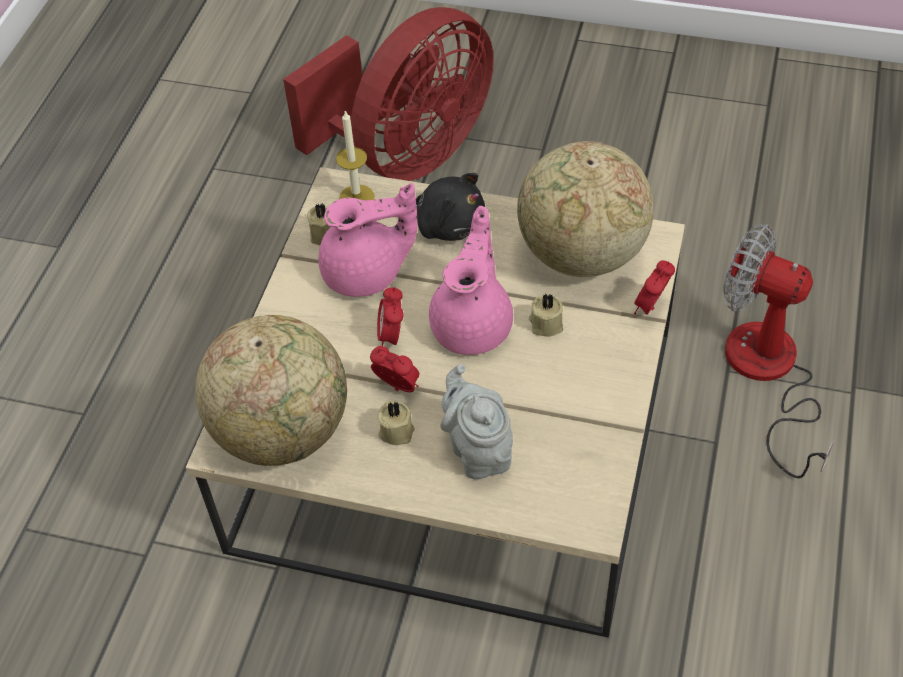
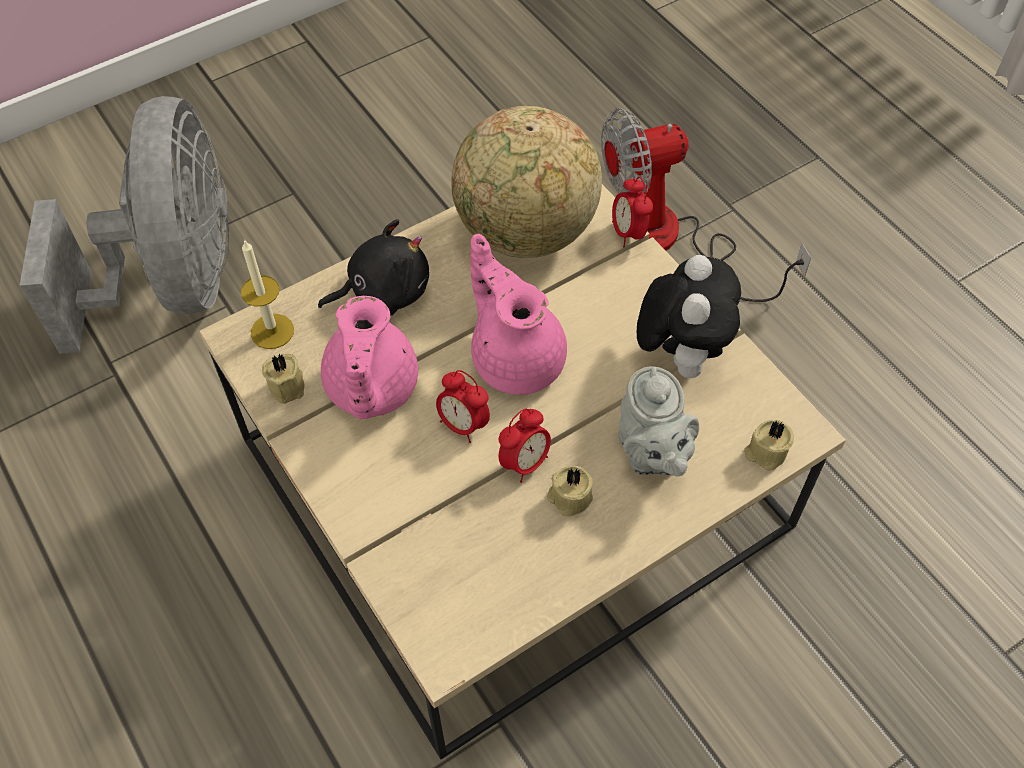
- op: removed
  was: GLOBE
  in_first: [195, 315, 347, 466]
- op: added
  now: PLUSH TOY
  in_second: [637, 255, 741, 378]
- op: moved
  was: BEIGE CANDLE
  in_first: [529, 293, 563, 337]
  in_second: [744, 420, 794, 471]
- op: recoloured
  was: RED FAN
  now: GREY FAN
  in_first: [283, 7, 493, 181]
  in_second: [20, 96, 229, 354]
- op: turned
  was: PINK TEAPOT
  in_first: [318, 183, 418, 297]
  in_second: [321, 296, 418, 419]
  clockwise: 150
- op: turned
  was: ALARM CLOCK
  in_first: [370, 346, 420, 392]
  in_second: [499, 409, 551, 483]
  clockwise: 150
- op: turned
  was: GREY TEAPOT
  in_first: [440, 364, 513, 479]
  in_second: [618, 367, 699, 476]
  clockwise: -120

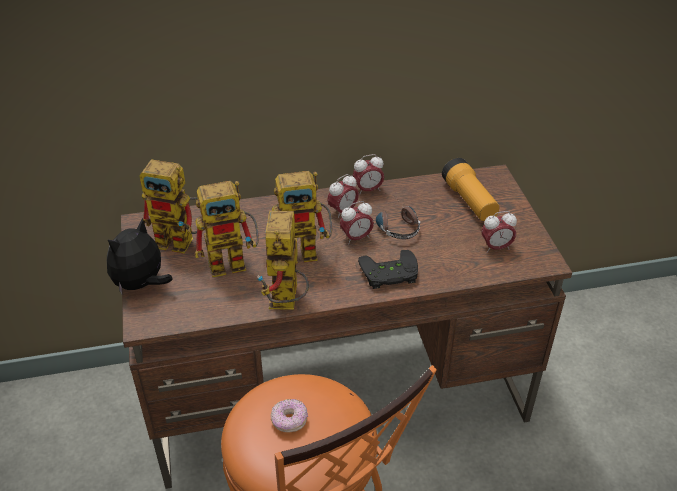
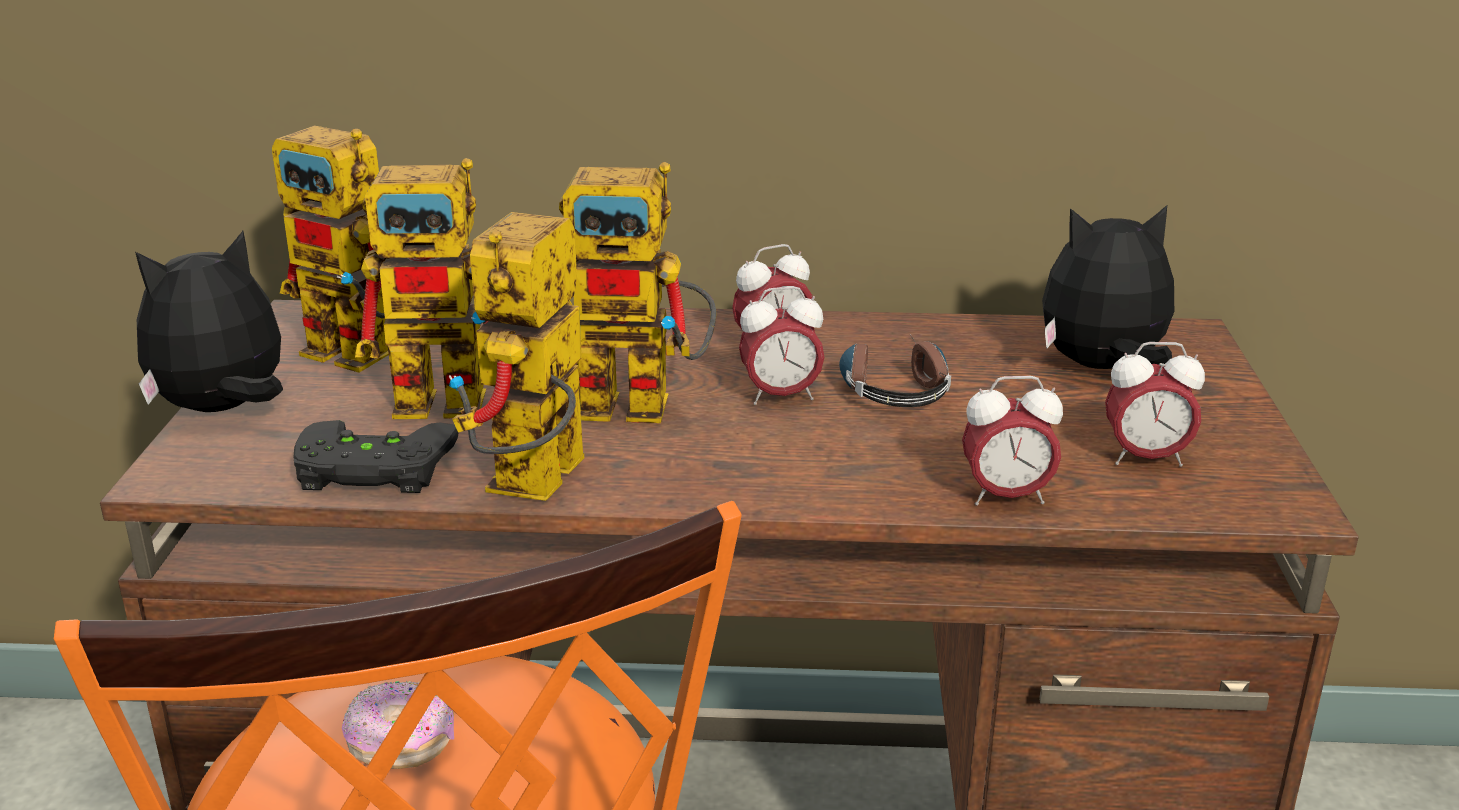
- op: moved
  was: ALARM CLOCK
  in_first: [353, 154, 384, 195]
  in_second: [962, 376, 1063, 506]
- op: moved
  was: BLACK GAME CONTROLLER
  in_first: [358, 250, 418, 289]
  in_second: [293, 420, 458, 493]
- op: replaced
  was: FLASHLIGHT
  now: PLUSH TOY
  in_first: [442, 158, 499, 221]
  in_second: [1042, 205, 1174, 369]

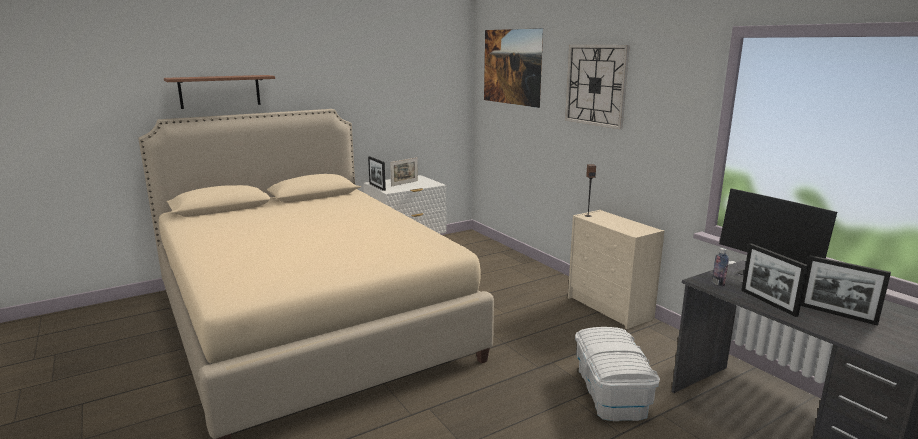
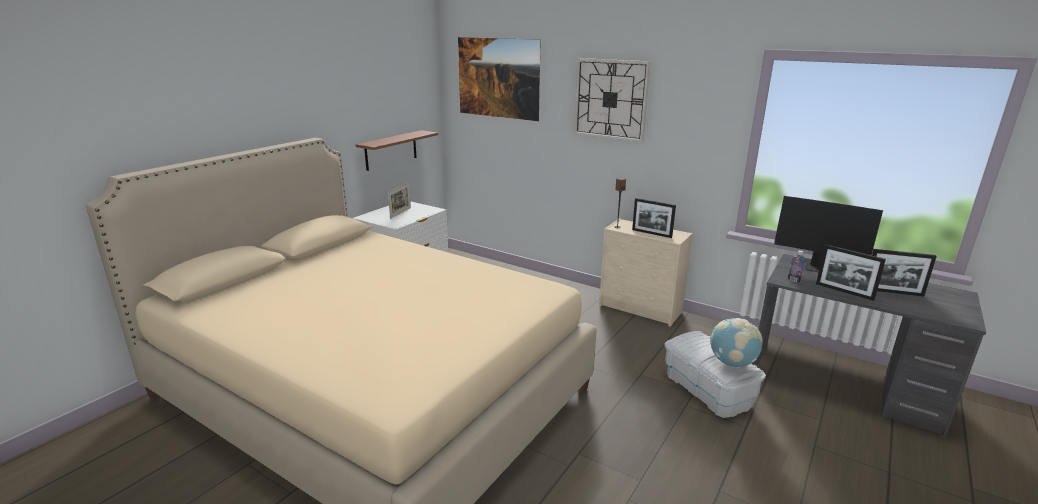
- op: added
  now: GLOBE
  in_second: [710, 318, 763, 368]
- op: moved
  was: BROWN SHELF
  in_first: [164, 75, 275, 109]
  in_second: [356, 130, 438, 171]
- op: moved
  was: PICTURE FRAME
  in_first: [368, 156, 386, 191]
  in_second: [632, 198, 676, 238]

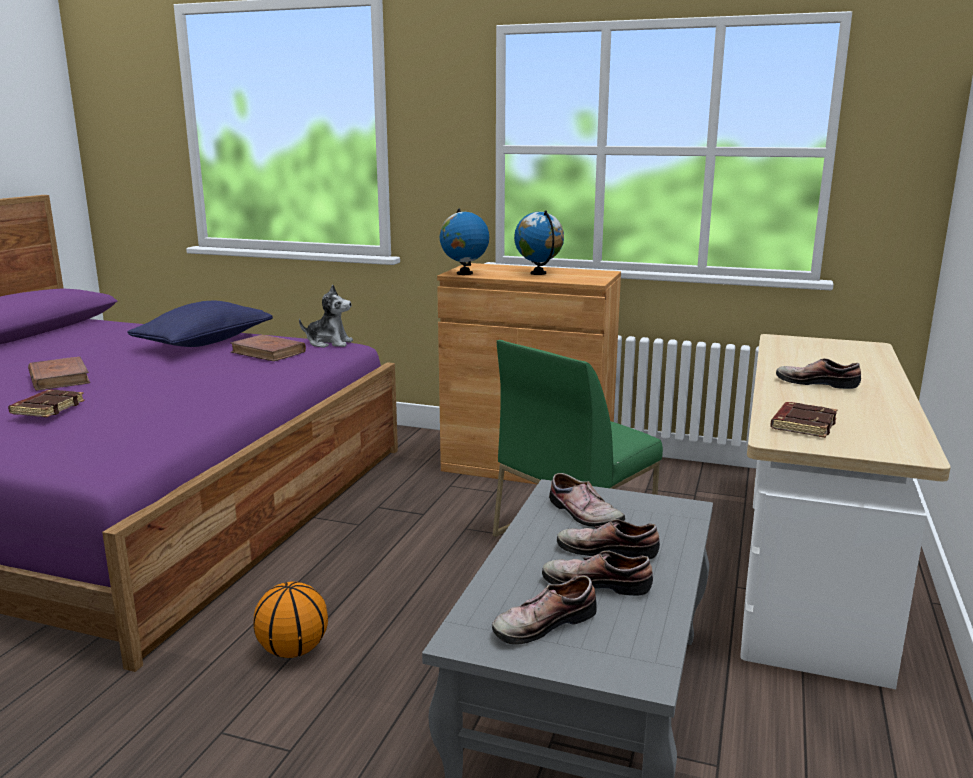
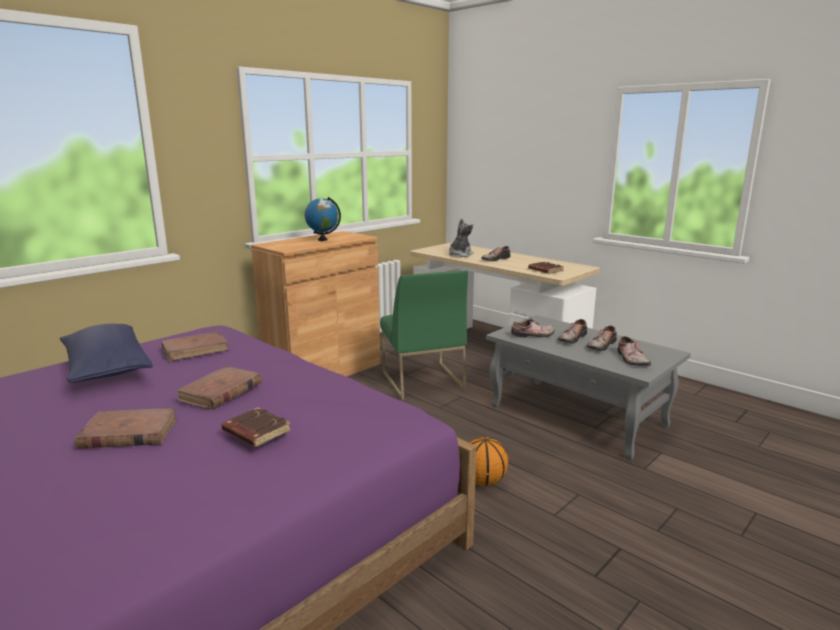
- op: removed
  was: GLOBE
  in_first: [440, 209, 489, 275]
- op: added
  now: BROWN BOOK
  in_second: [175, 366, 262, 410]
- op: moved
  was: PLUSH TOY
  in_first: [299, 285, 353, 348]
  in_second: [449, 218, 474, 257]

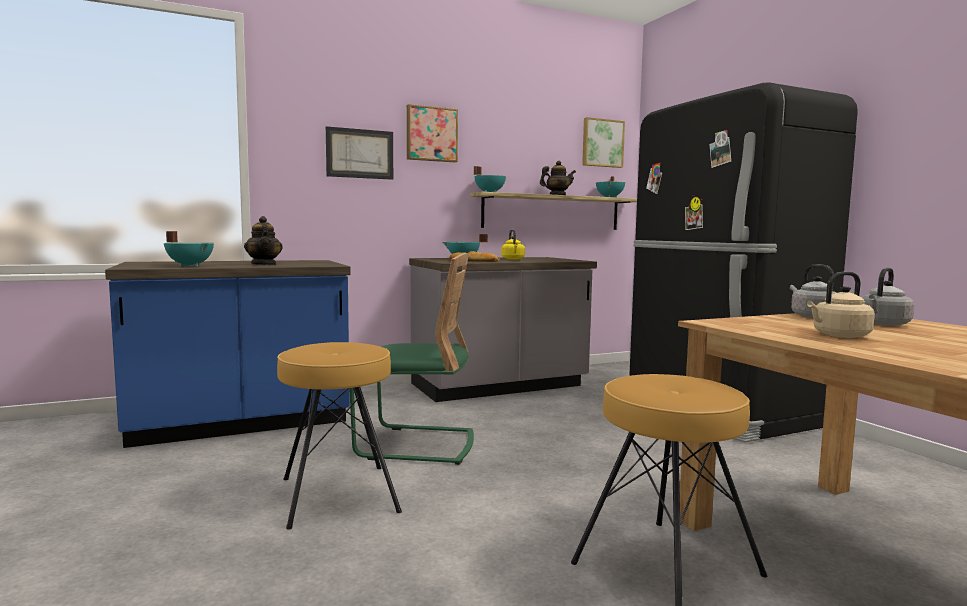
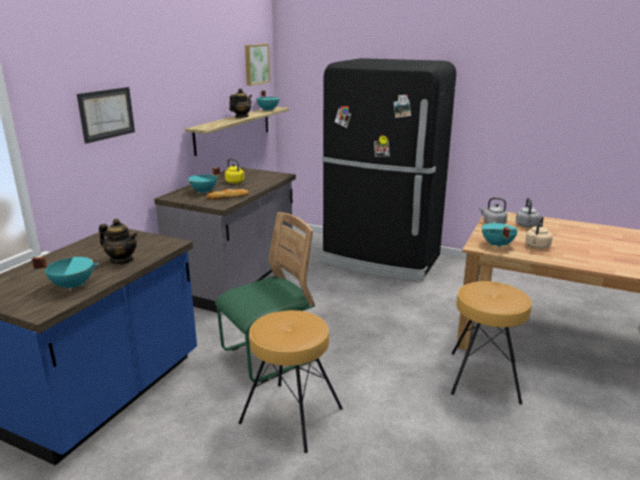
- op: removed
  was: PICTURE
  in_first: [407, 104, 458, 162]
- op: moved
  was: TURQUOISE COOKING POT
  in_first: [474, 166, 506, 192]
  in_second: [482, 222, 517, 248]

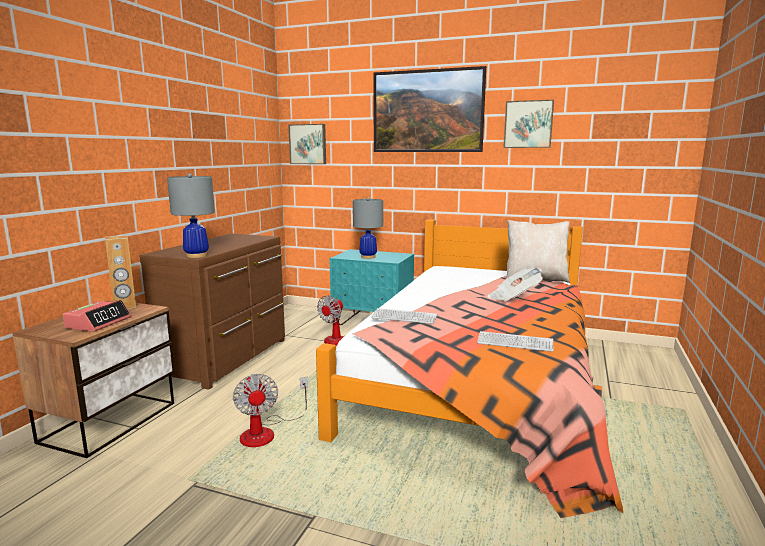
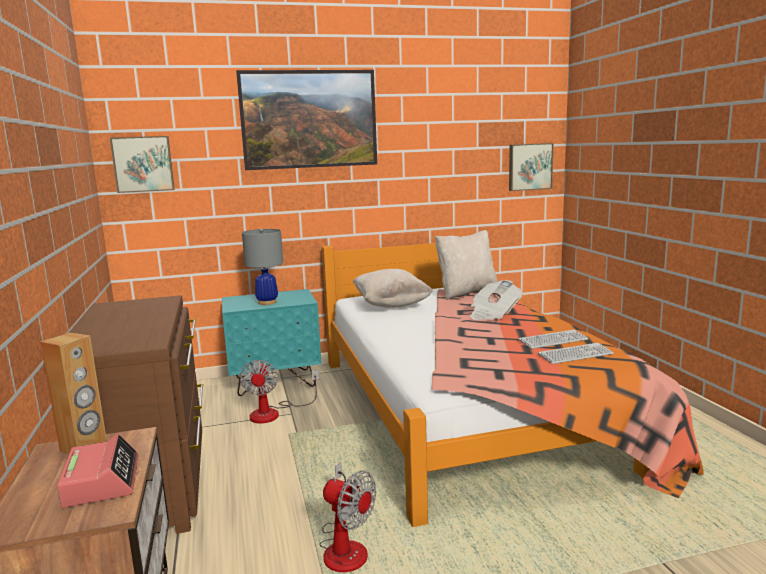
- op: removed
  was: GREY TABLE LAMP
  in_first: [167, 173, 215, 258]
- op: added
  now: BEIGE PILLOW
  in_second: [353, 269, 433, 308]
- op: moved
  was: KEYBOARD
  in_first: [371, 308, 437, 324]
  in_second: [518, 330, 588, 349]
- op: moved
  was: PICTURE
  in_first: [503, 100, 554, 148]
  in_second: [509, 143, 554, 191]

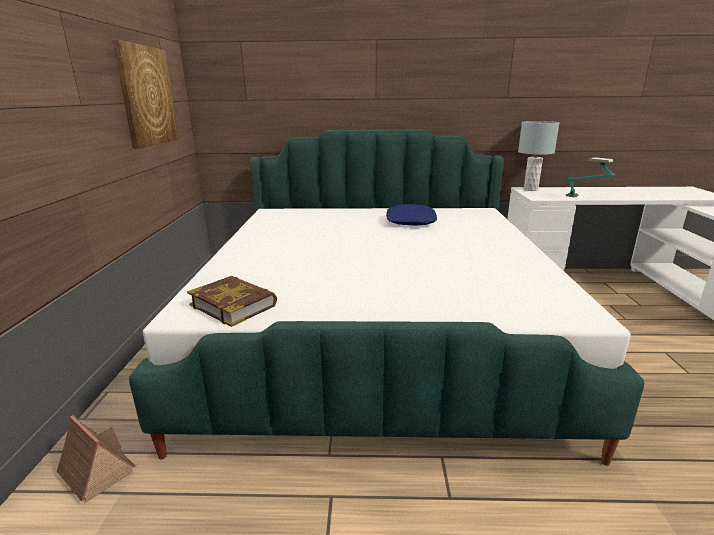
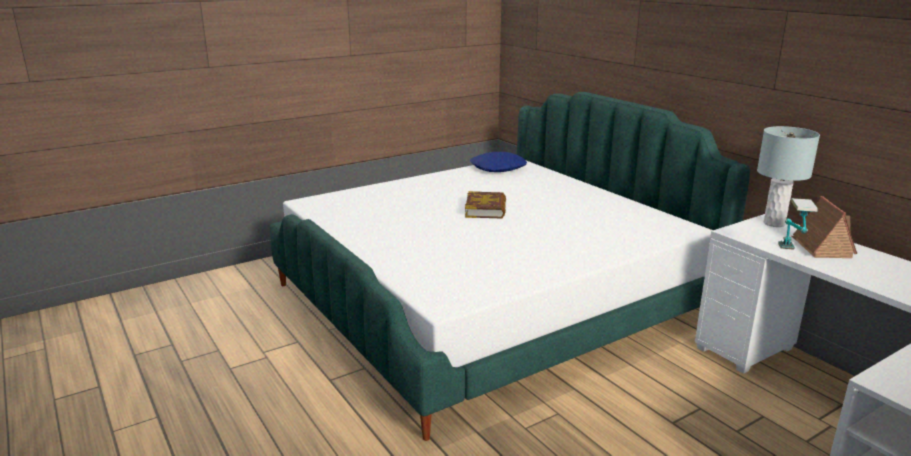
- op: removed
  was: PICTURE
  in_first: [112, 40, 179, 148]
- op: moved
  was: TOY HOUSE
  in_first: [57, 415, 135, 502]
  in_second: [792, 196, 857, 258]
- op: moved
  was: BOOK
  in_first: [187, 276, 277, 327]
  in_second: [465, 191, 506, 219]
- op: moved
  was: BLUE PILLOW
  in_first: [386, 204, 437, 226]
  in_second: [470, 152, 527, 172]

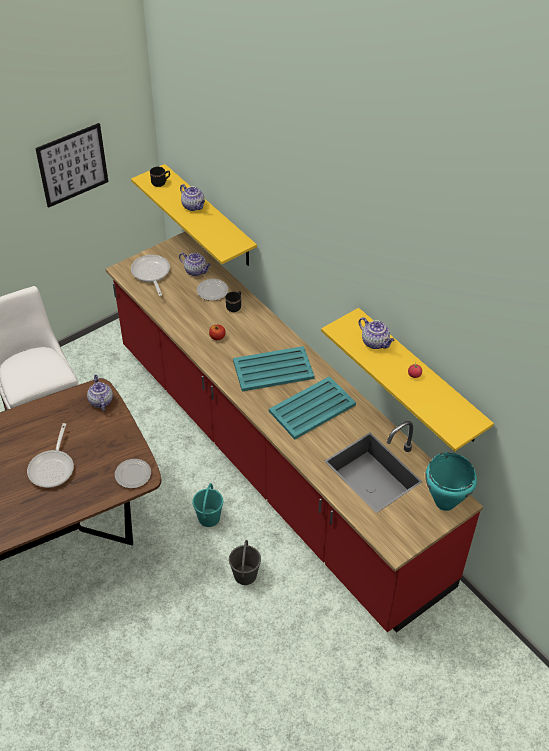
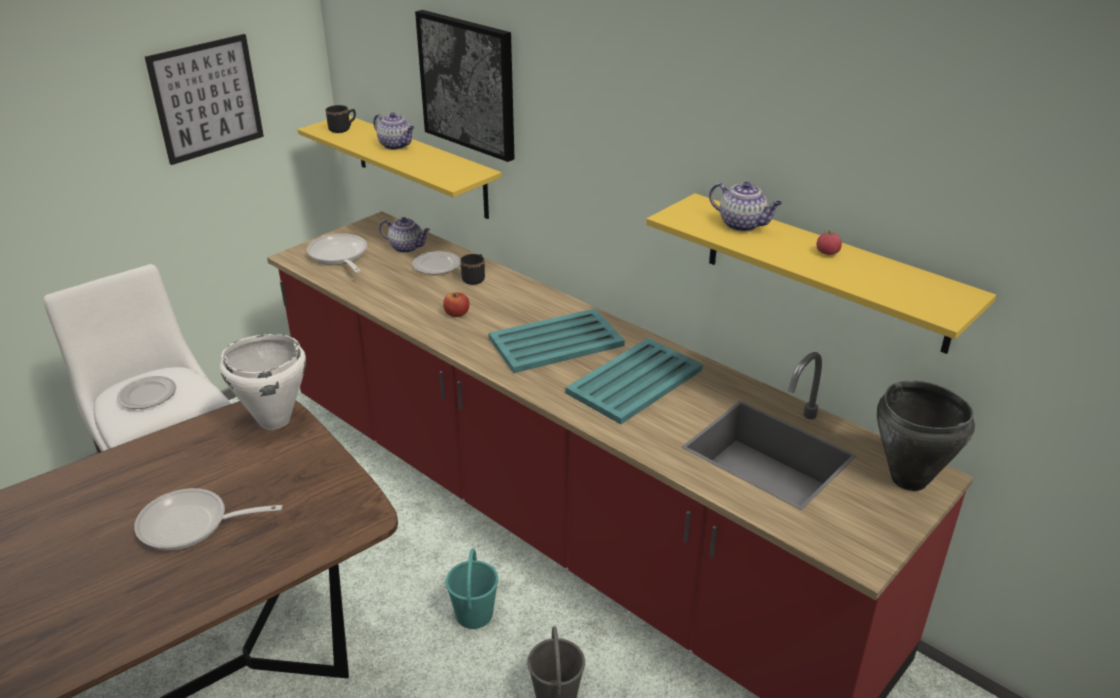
- op: added
  now: PICTURE
  in_second: [415, 10, 515, 162]
- op: moved
  was: PLATE
  in_first: [115, 459, 151, 488]
  in_second: [117, 376, 176, 409]
- op: replaced
  was: TEAPOT
  now: WHITE COOKING POT
  in_first: [87, 375, 113, 411]
  in_second: [220, 334, 306, 430]
- op: recoloured
  was: TURQUOISE COOKING POT
  now: BLACK COOKING POT
  in_first: [425, 452, 477, 511]
  in_second: [877, 381, 975, 491]
- op: turned
  was: FRYING PAN
  in_first: [27, 423, 74, 488]
  in_second: [134, 488, 282, 551]
  clockwise: 90

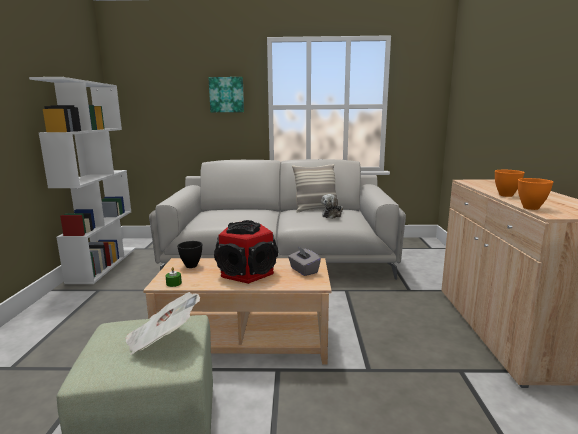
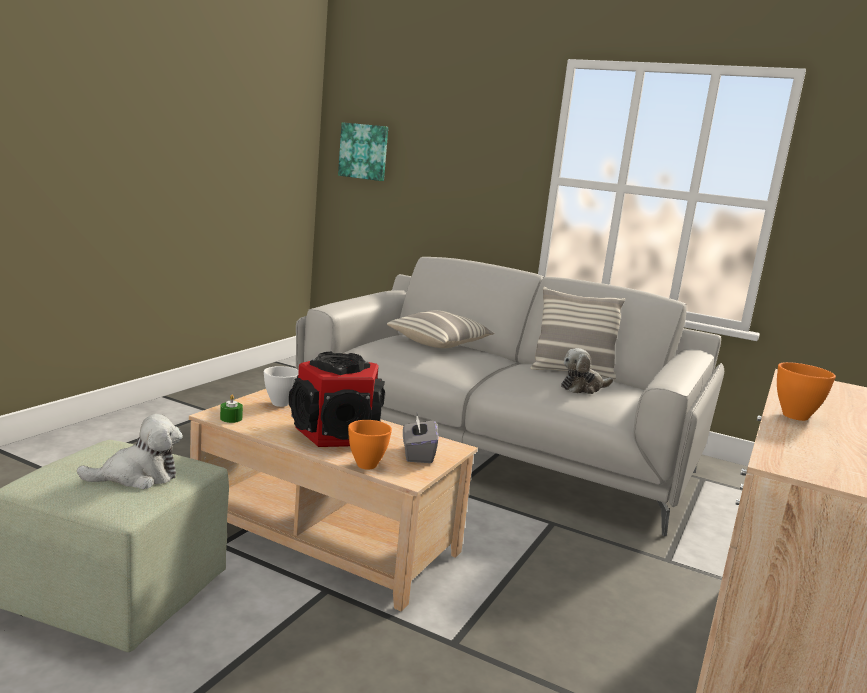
- op: removed
  was: WHITE BOOKCASE
  in_first: [29, 77, 136, 284]
- op: added
  now: PILLOW
  in_second: [387, 310, 494, 348]
- op: moved
  was: PICTURE
  in_first: [209, 77, 244, 112]
  in_second: [338, 122, 388, 181]
- op: moved
  was: ORANGE BOWL
  in_first: [518, 178, 553, 210]
  in_second: [348, 420, 392, 470]
- op: replaced
  was: NEWSPAPER
  now: PLUSH TOY
  in_first: [125, 292, 200, 355]
  in_second: [77, 414, 183, 489]
- op: recoloured
  was: BLACK BOWL
  now: WHITE BOWL
  in_first: [177, 241, 202, 268]
  in_second: [264, 366, 299, 407]

